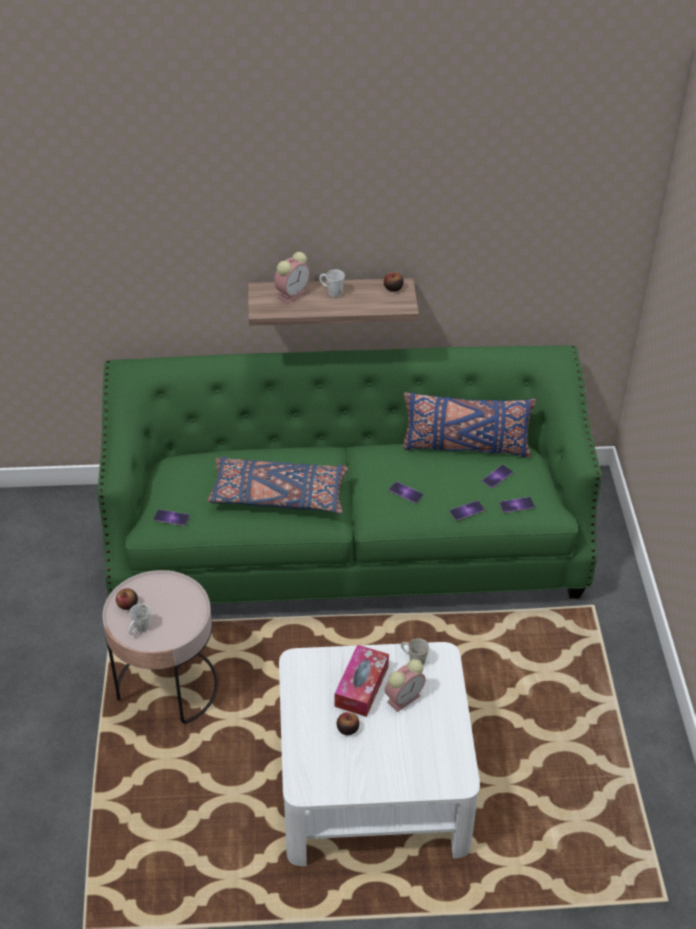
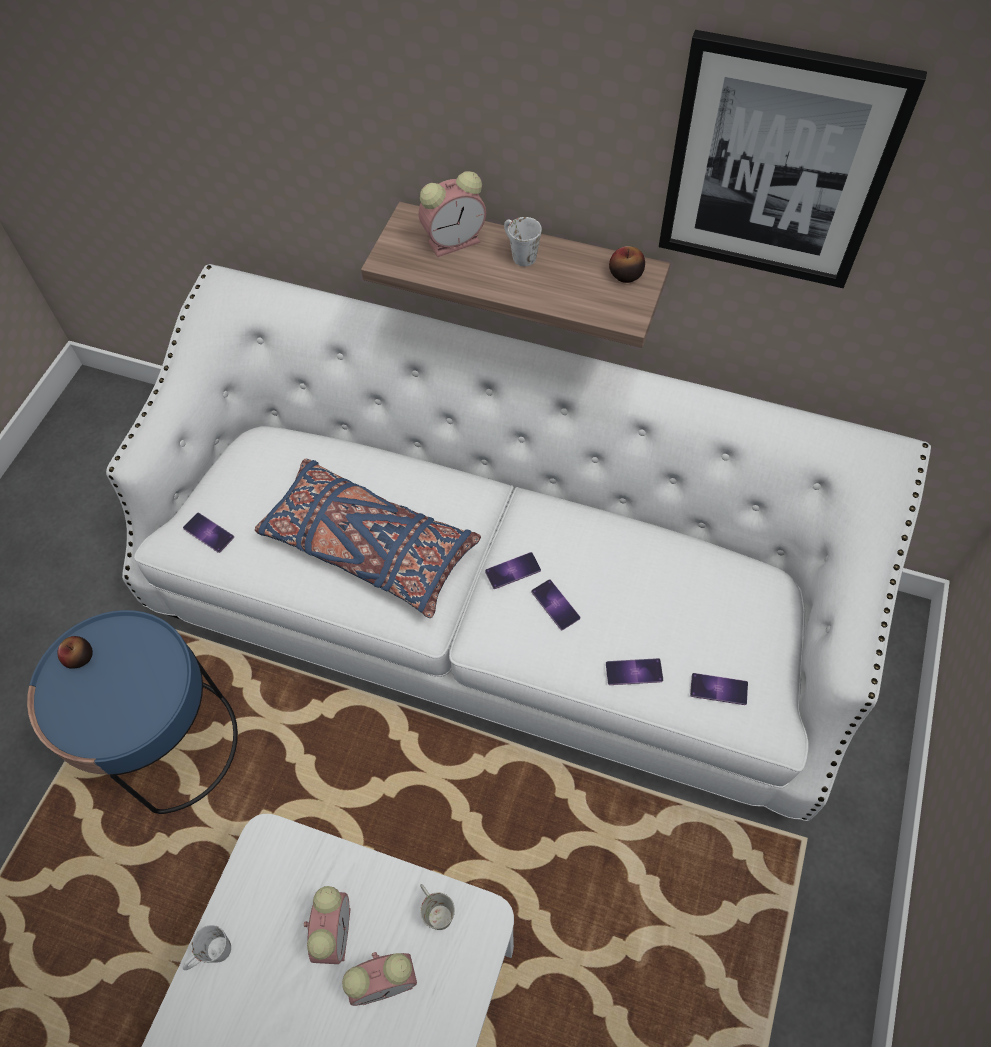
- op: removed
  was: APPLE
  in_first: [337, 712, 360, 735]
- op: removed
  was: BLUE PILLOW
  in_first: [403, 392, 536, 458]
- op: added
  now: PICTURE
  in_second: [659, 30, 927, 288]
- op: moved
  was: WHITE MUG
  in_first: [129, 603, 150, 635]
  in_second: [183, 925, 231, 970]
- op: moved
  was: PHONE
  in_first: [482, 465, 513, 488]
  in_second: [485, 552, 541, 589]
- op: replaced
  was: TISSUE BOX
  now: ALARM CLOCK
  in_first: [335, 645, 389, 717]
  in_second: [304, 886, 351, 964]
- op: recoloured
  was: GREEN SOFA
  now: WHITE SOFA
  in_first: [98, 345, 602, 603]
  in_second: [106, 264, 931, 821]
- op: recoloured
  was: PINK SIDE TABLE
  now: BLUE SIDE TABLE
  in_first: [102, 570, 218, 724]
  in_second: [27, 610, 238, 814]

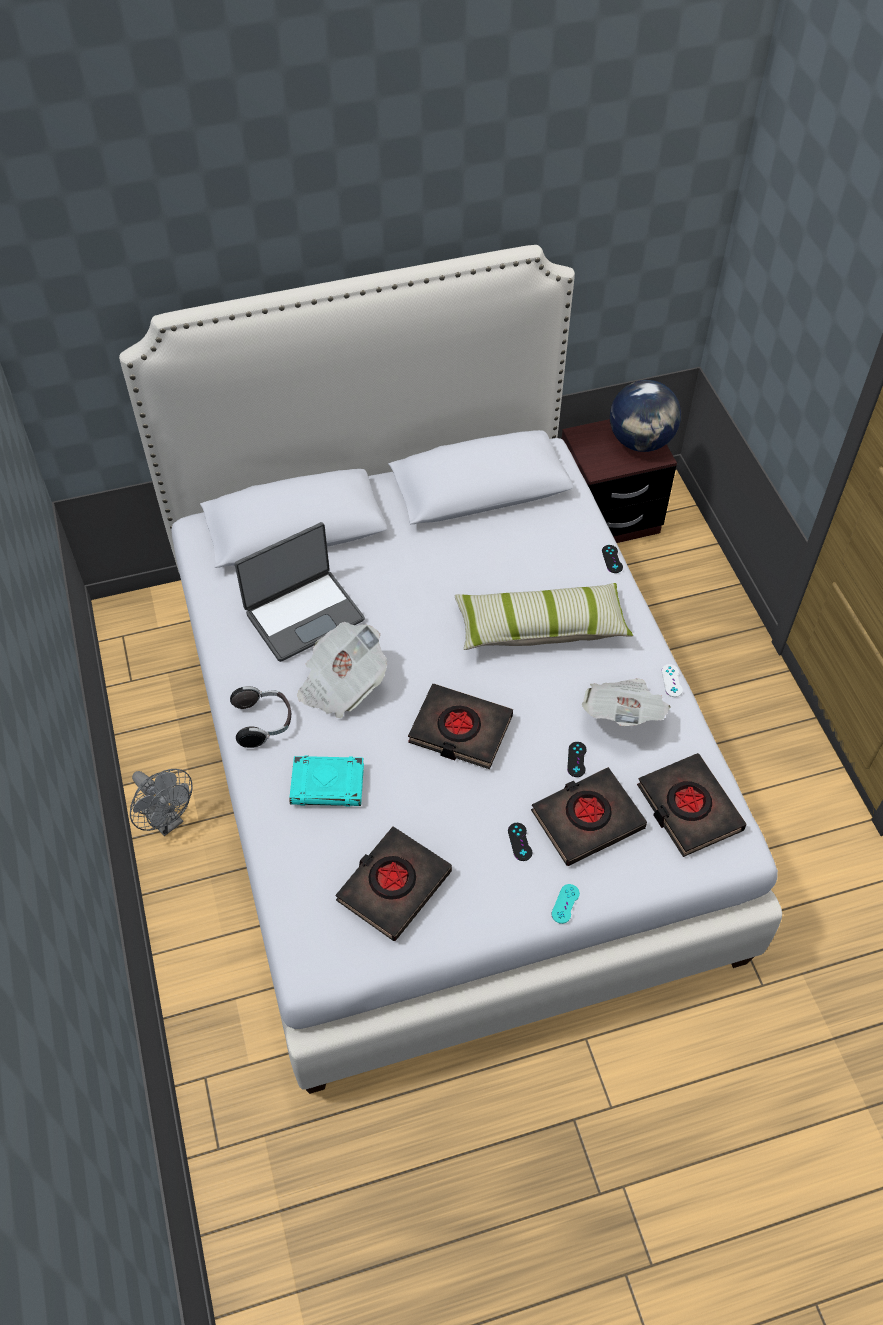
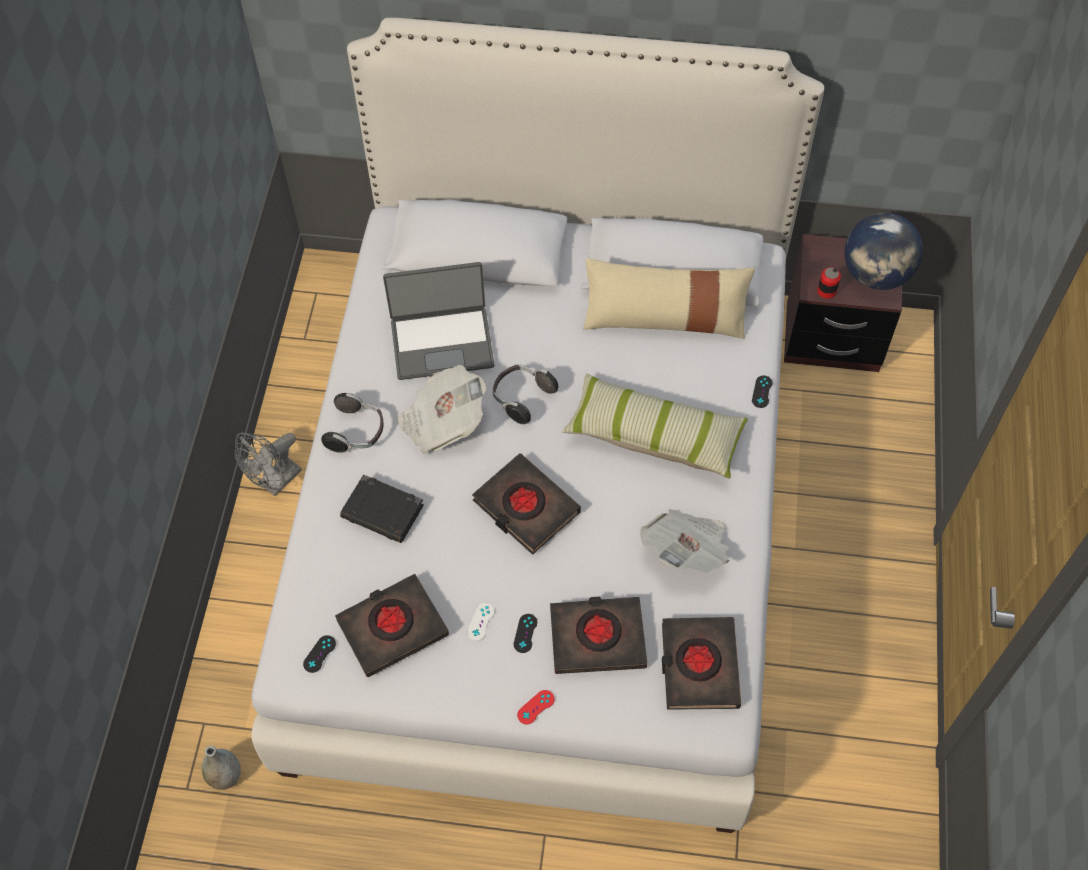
- op: added
  now: GREY VASE
  in_second: [202, 745, 241, 790]
- op: added
  now: HEADPHONES
  in_second: [493, 365, 558, 424]
- op: added
  now: BEIGE PILLOW
  in_second: [583, 258, 755, 339]
- op: added
  now: CAN
  in_second: [817, 267, 841, 299]
- op: moved
  was: BLACK GAME CONTROLLER
  in_first: [567, 742, 587, 777]
  in_second: [303, 635, 336, 673]
- op: moved
  was: WHITE GAME CONTROLLER
  in_first: [662, 664, 683, 697]
  in_second: [467, 603, 494, 641]
- op: recoloured
  was: TURQUOISE BOOK
  now: BLACK BOOK
  in_first: [289, 756, 364, 807]
  in_second: [340, 474, 424, 543]
- op: recoloured
  was: TURQUOISE GAME CONTROLLER
  now: RED GAME CONTROLLER
  in_first: [551, 884, 580, 924]
  in_second: [517, 690, 555, 724]
- op: turned
  was: GREY FAN
  in_first: [130, 769, 193, 836]
  in_second: [235, 433, 302, 496]
  clockwise: 60

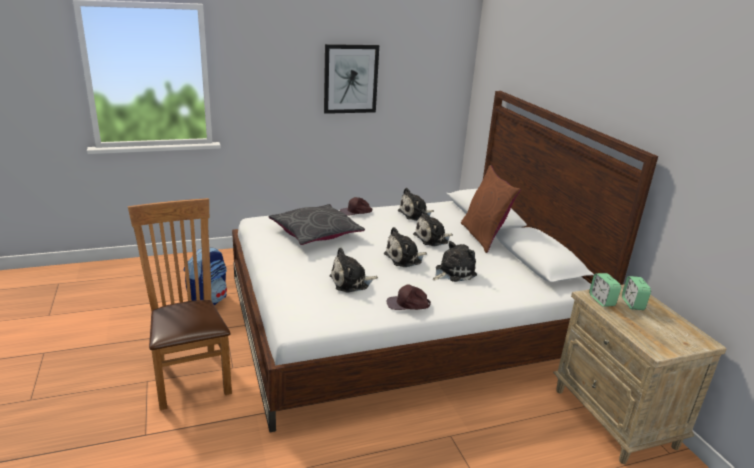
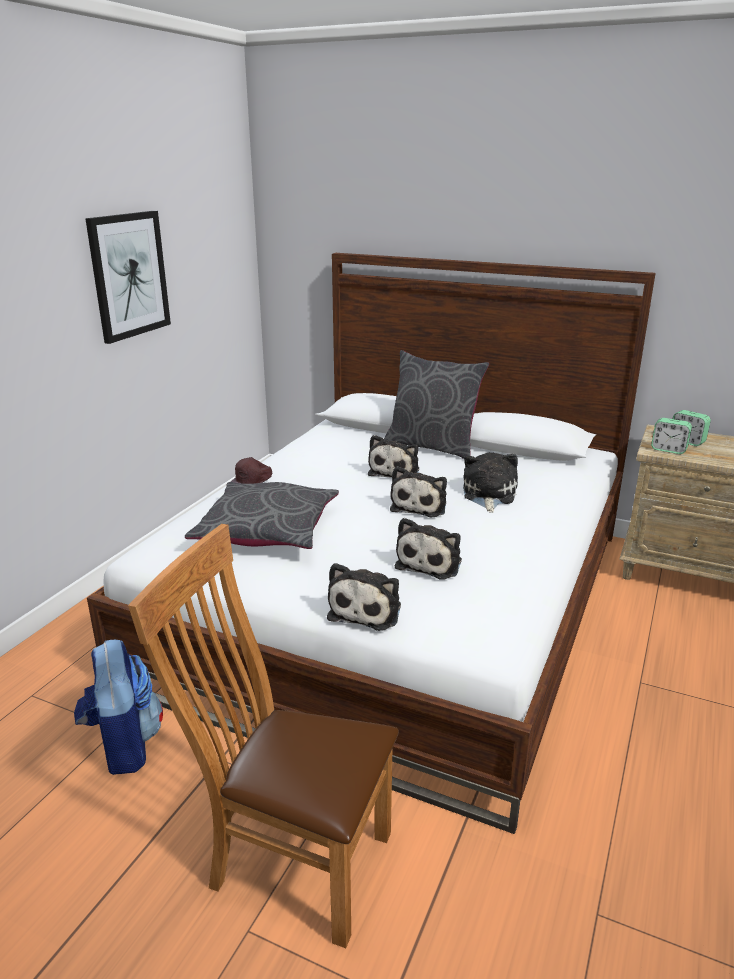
- op: removed
  was: BROWN CAP
  in_first: [387, 285, 431, 310]
- op: moved
  was: PLUSH TOY
  in_first: [397, 188, 434, 221]
  in_second: [327, 563, 401, 631]
- op: recoloured
  was: BROWN PILLOW
  now: GREY PILLOW
  in_first: [461, 165, 521, 253]
  in_second: [384, 350, 489, 459]

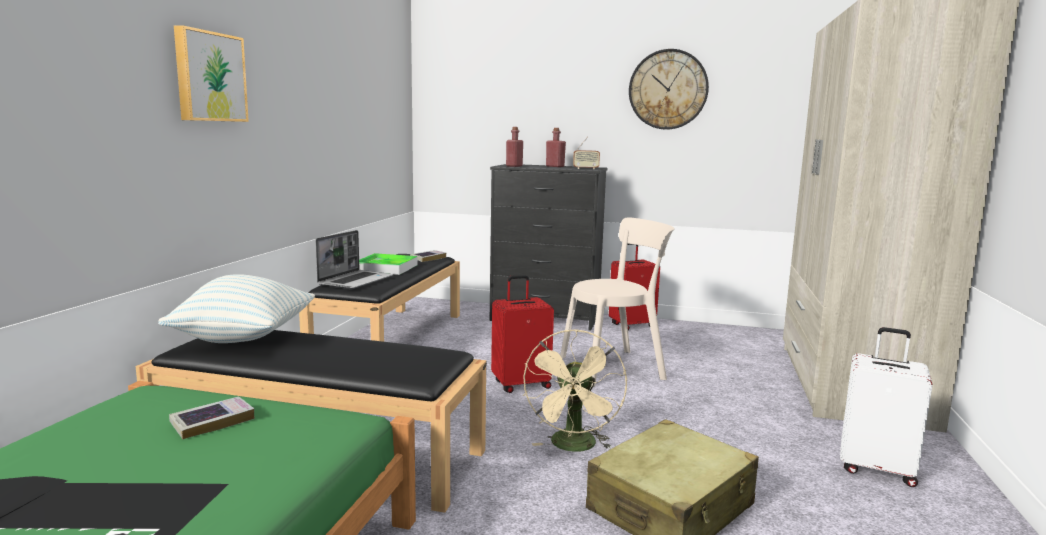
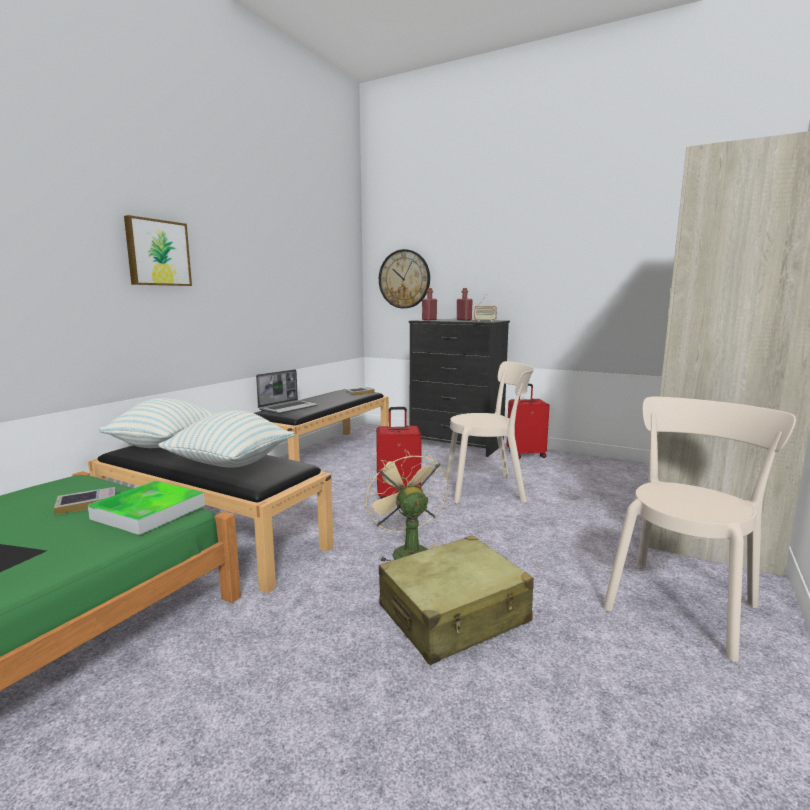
- op: added
  now: PILLOW
  in_second: [158, 411, 295, 468]
- op: moved
  was: TRAY
  in_first: [359, 253, 418, 275]
  in_second: [88, 481, 205, 535]
- op: moved
  was: WALL CLOCK
  in_first: [629, 49, 709, 130]
  in_second: [379, 249, 430, 308]
- op: replaced
  was: WHITE SUITCASE
  now: BEIGE CHAIR
  in_first: [840, 327, 933, 487]
  in_second: [603, 397, 796, 662]
- op: turned
  was: BEIGE FAN
  in_first: [522, 330, 627, 452]
  in_second: [364, 450, 449, 561]
  clockwise: 135

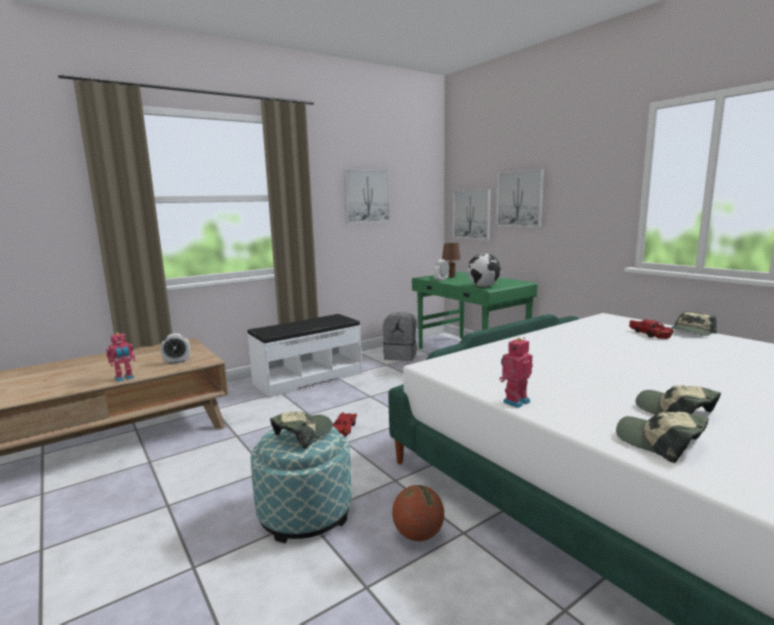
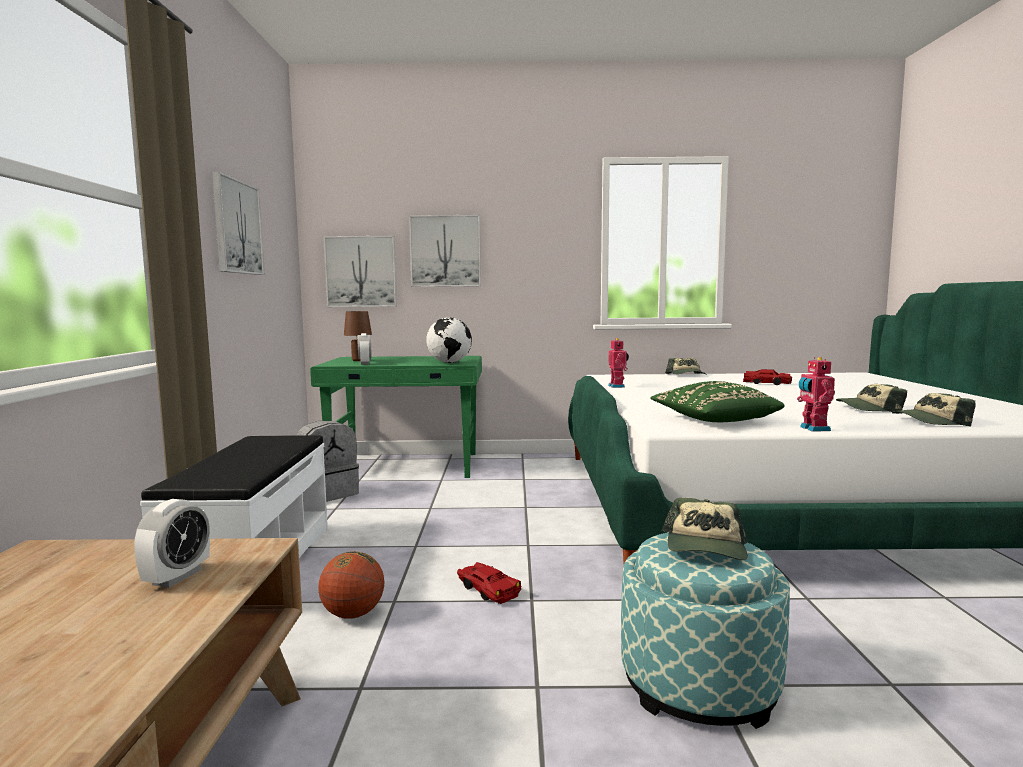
- op: added
  now: GREEN PILLOW
  in_second: [650, 381, 785, 422]
- op: moved
  was: TOY ROBOT
  in_first: [106, 332, 136, 382]
  in_second: [608, 338, 629, 388]
- op: moved
  was: BASKETBALL
  in_first: [392, 485, 444, 541]
  in_second: [318, 551, 384, 618]
- op: moved
  was: RED TOY CAR
  in_first: [629, 319, 674, 339]
  in_second: [743, 369, 792, 385]
- op: turned
  was: CAP
  in_first: [270, 411, 333, 449]
  in_second: [662, 498, 748, 560]
  clockwise: -150

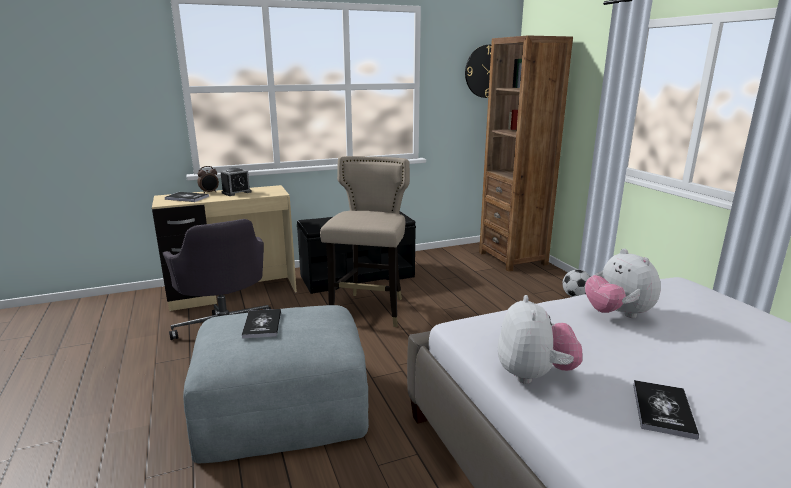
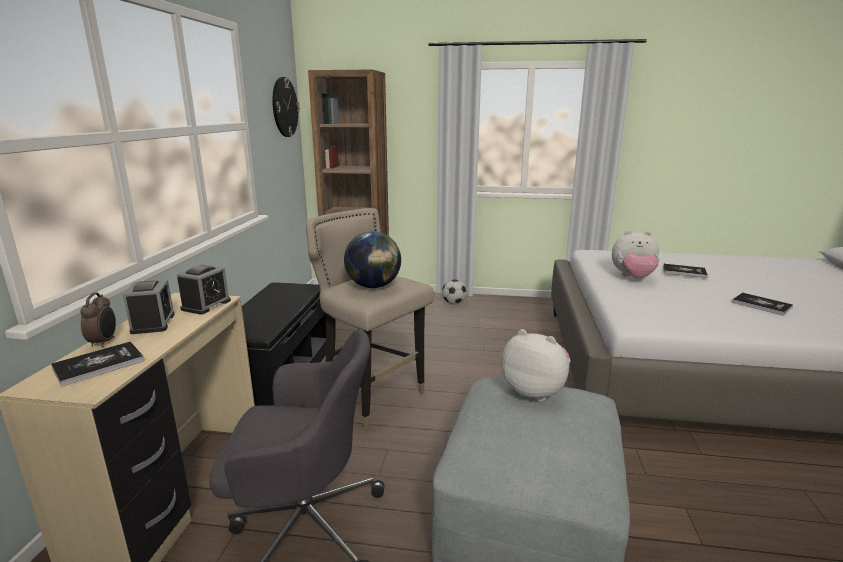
- op: added
  now: ALARM CLOCK
  in_second: [177, 265, 231, 314]
- op: added
  now: GLOBE
  in_second: [344, 231, 401, 288]
- op: moved
  was: BOOK
  in_first: [242, 309, 281, 339]
  in_second: [663, 264, 708, 278]
- op: moved
  was: PLUSH TOY
  in_first: [498, 295, 583, 384]
  in_second: [502, 329, 571, 402]

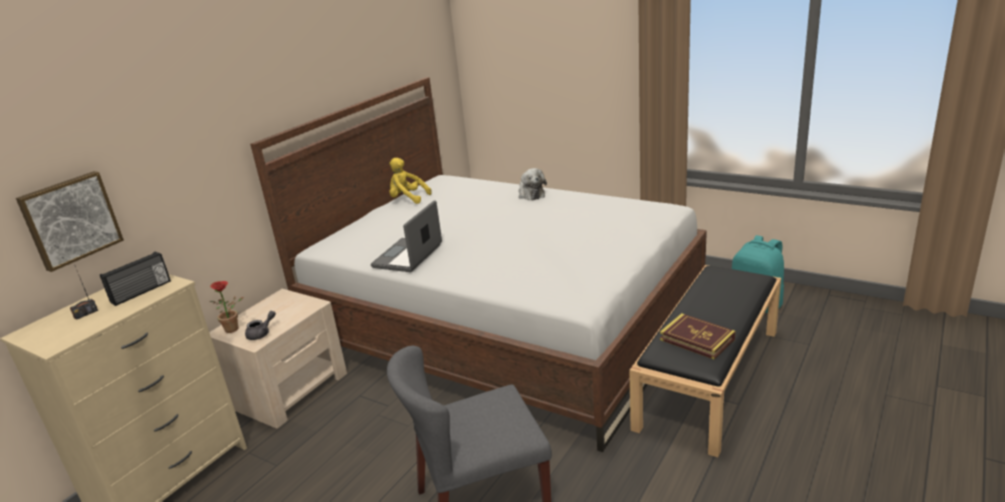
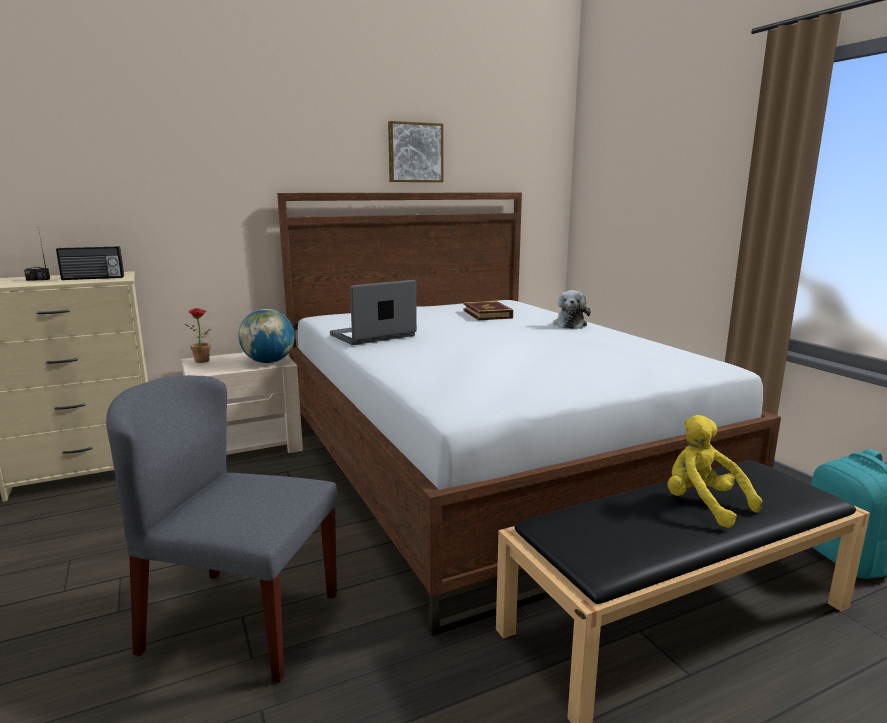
- op: removed
  was: GREY TEAPOT
  in_first: [245, 311, 276, 340]
- op: added
  now: GLOBE
  in_second: [238, 309, 295, 363]
- op: moved
  was: PICTURE
  in_first: [16, 171, 124, 272]
  in_second: [388, 121, 443, 182]
- op: moved
  was: YELLOW PLUSH TOY
  in_first: [389, 158, 432, 204]
  in_second: [667, 415, 762, 528]
- op: moved
  was: BOOK
  in_first: [660, 313, 735, 360]
  in_second: [464, 301, 513, 320]

